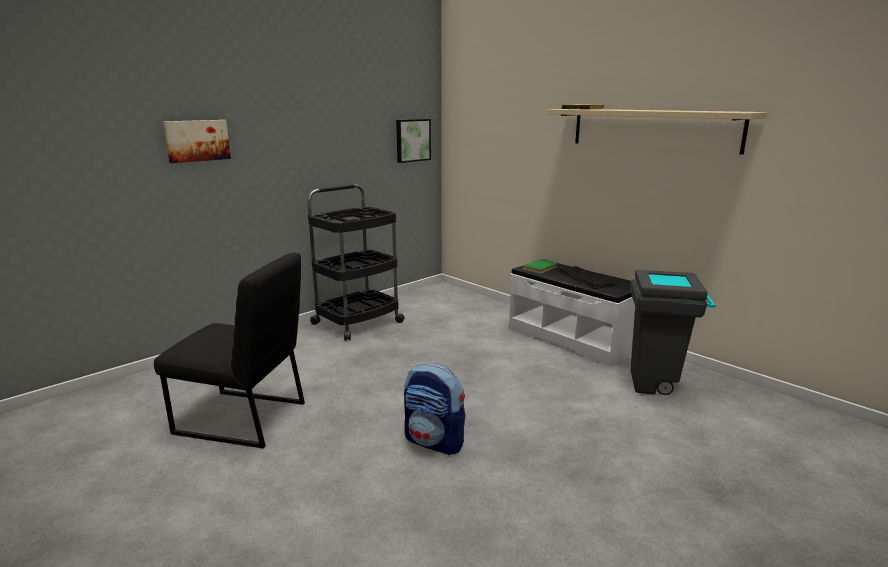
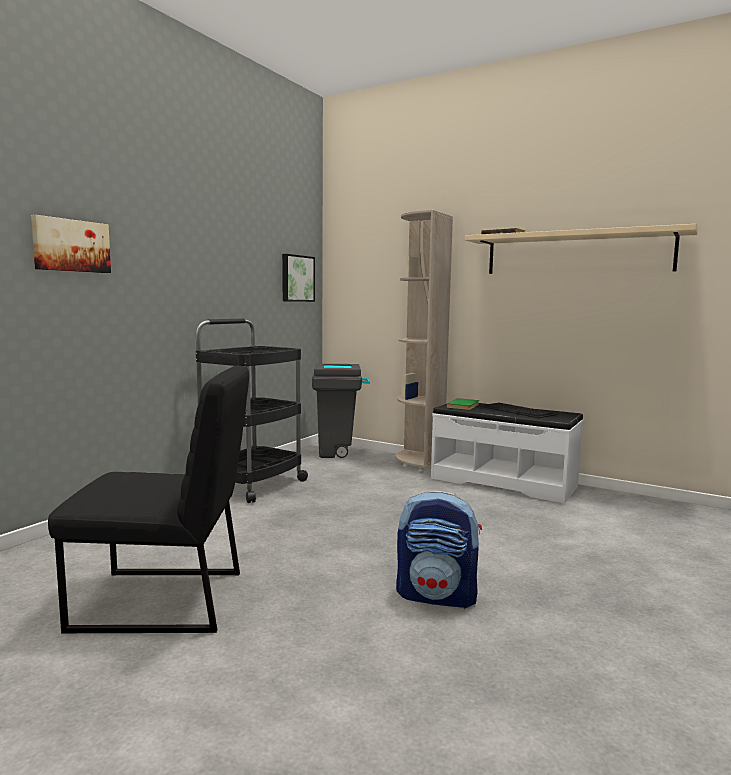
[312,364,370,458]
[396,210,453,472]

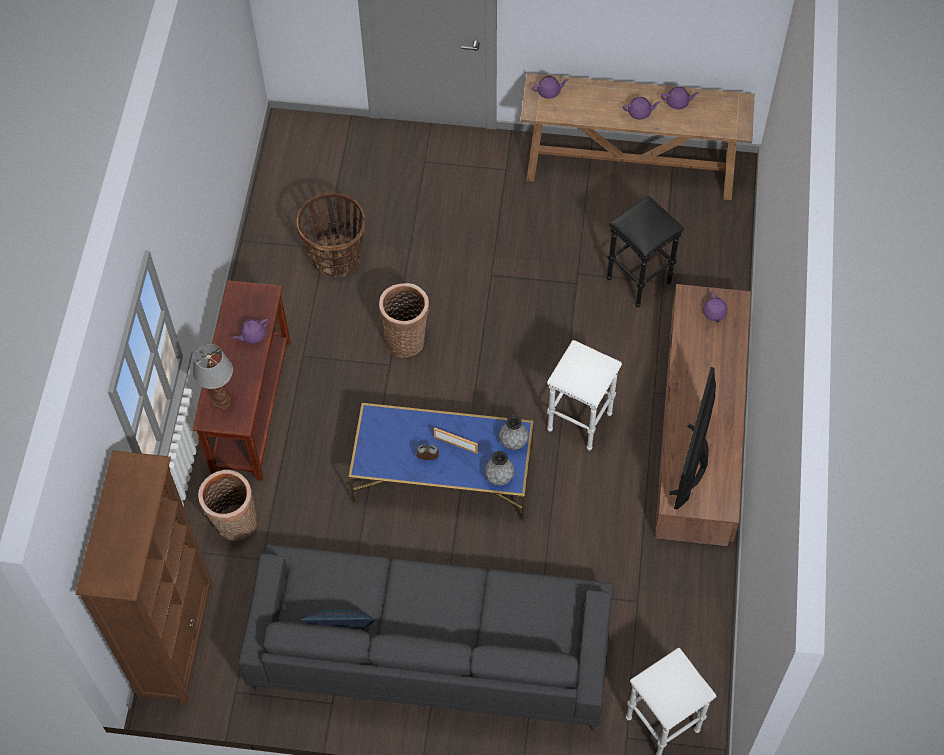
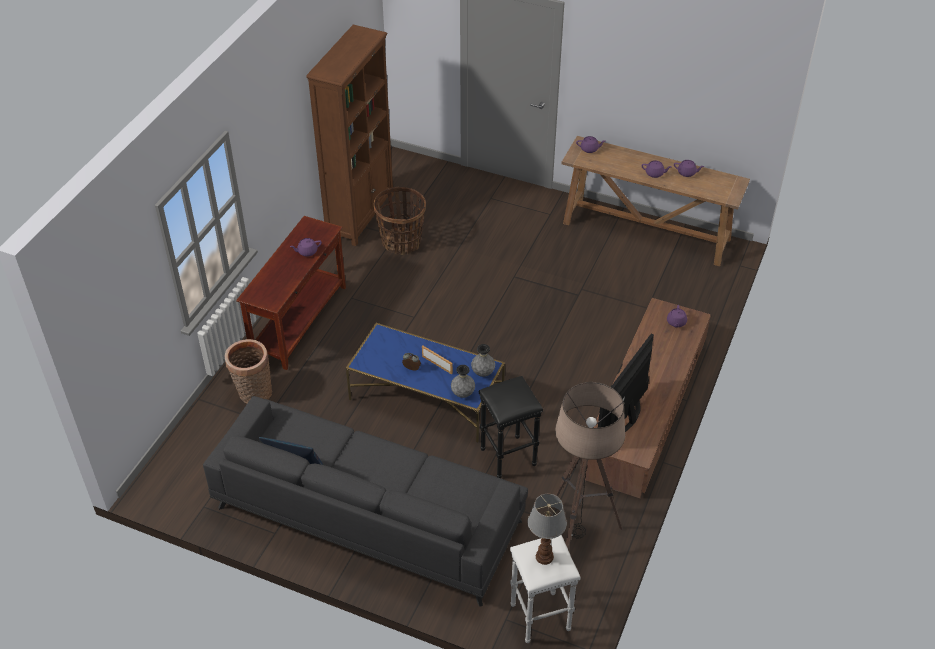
[306,25,394,246]
[528,494,567,565]
[379,283,429,358] (first image)
[547,340,622,451] (first image)
[479,376,543,478]
[555,382,625,550]

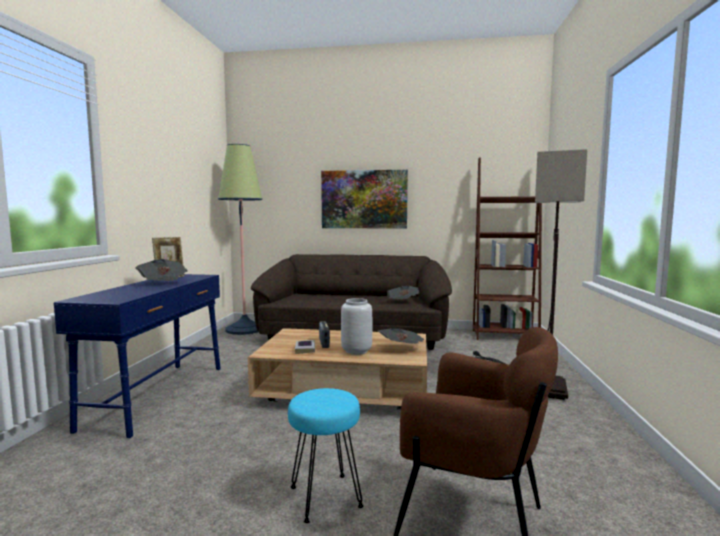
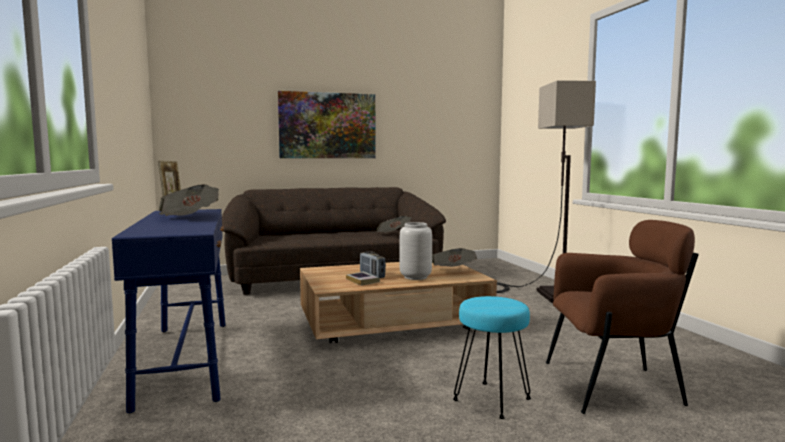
[218,144,262,335] (first image)
[473,158,542,340] (first image)

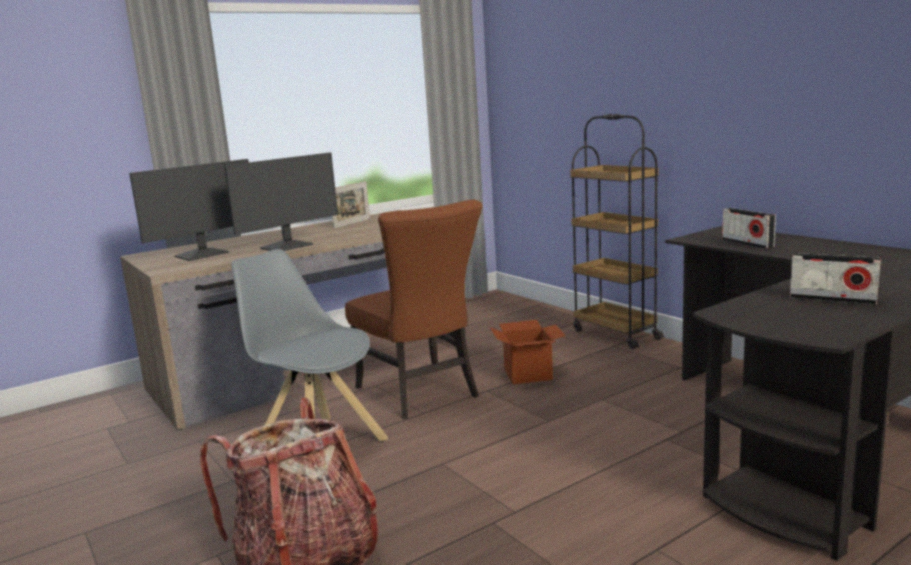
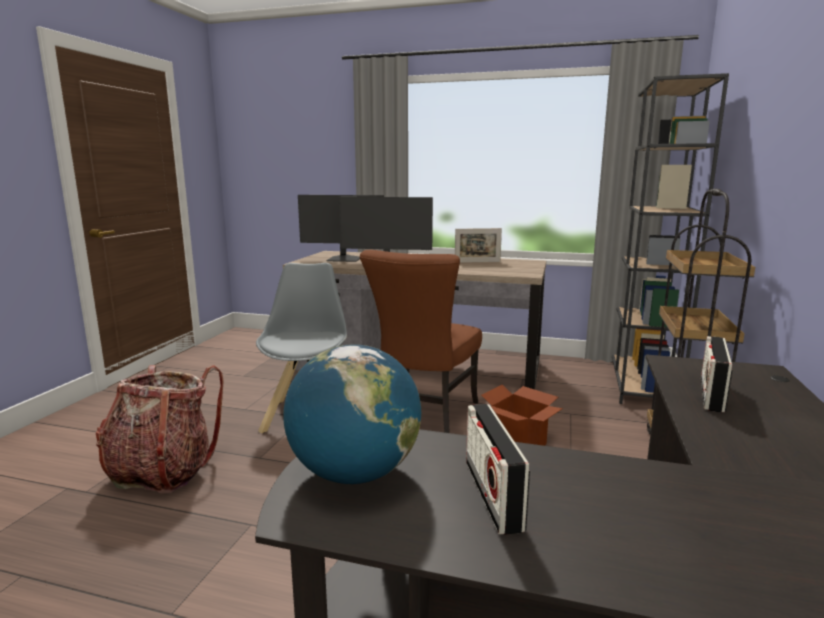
[283,344,421,484]
[612,73,729,404]

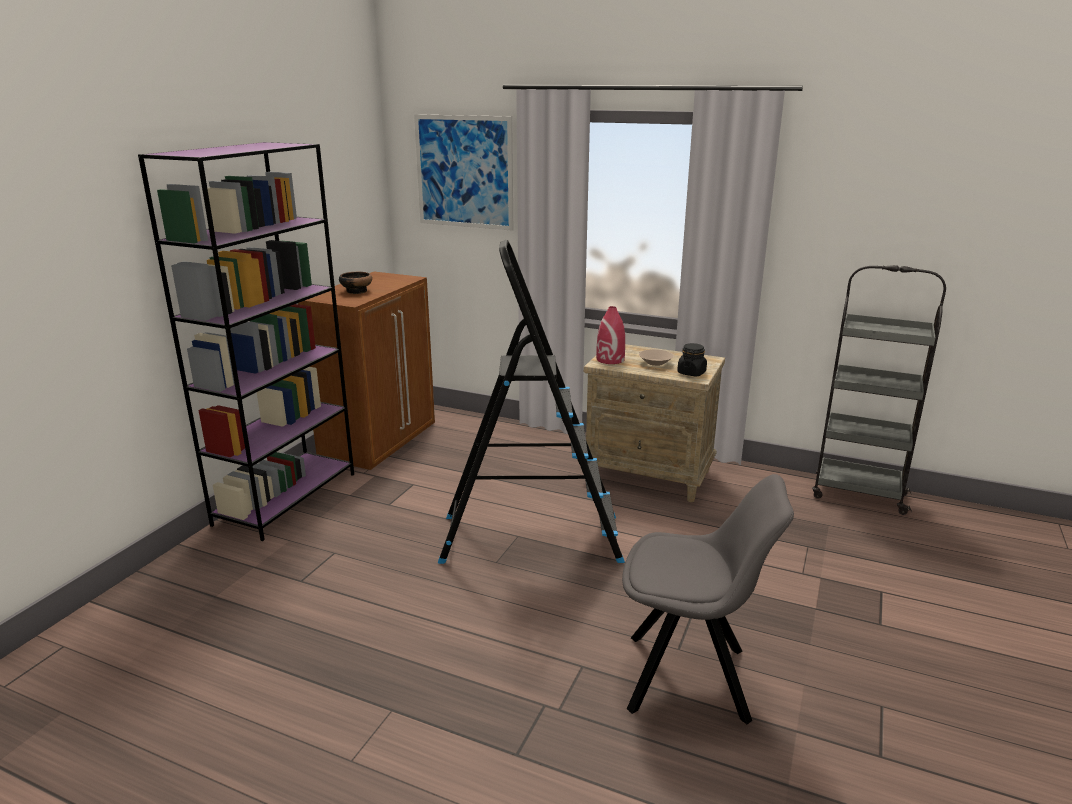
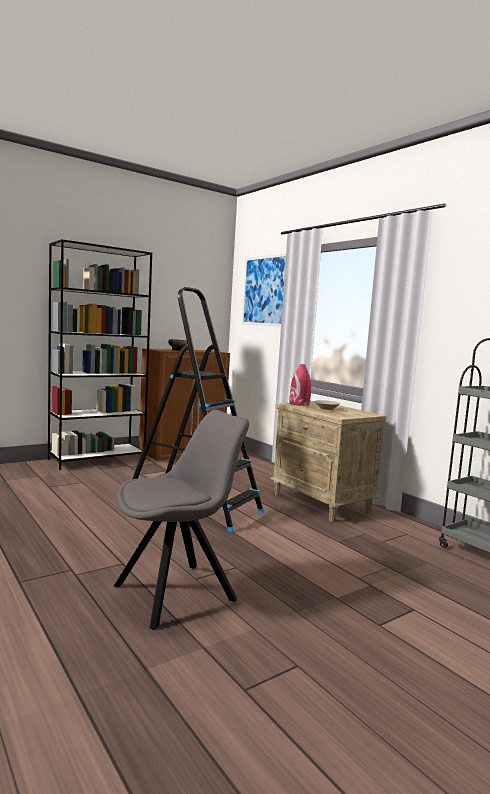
[48,239,152,470]
[114,410,249,630]
[677,343,707,376] (first image)

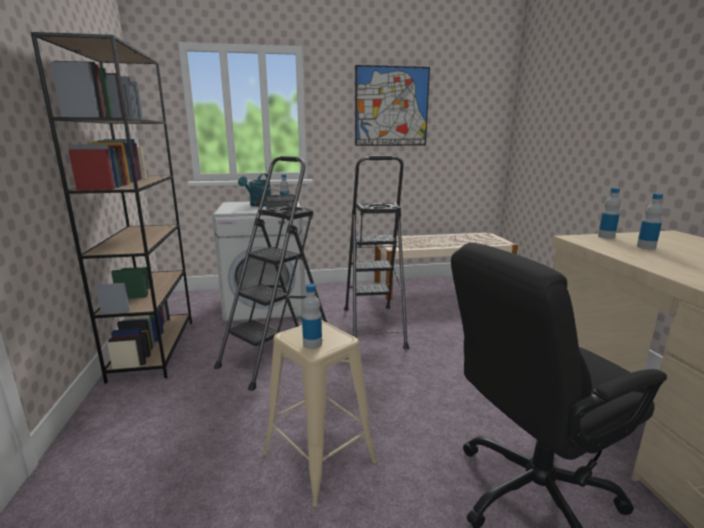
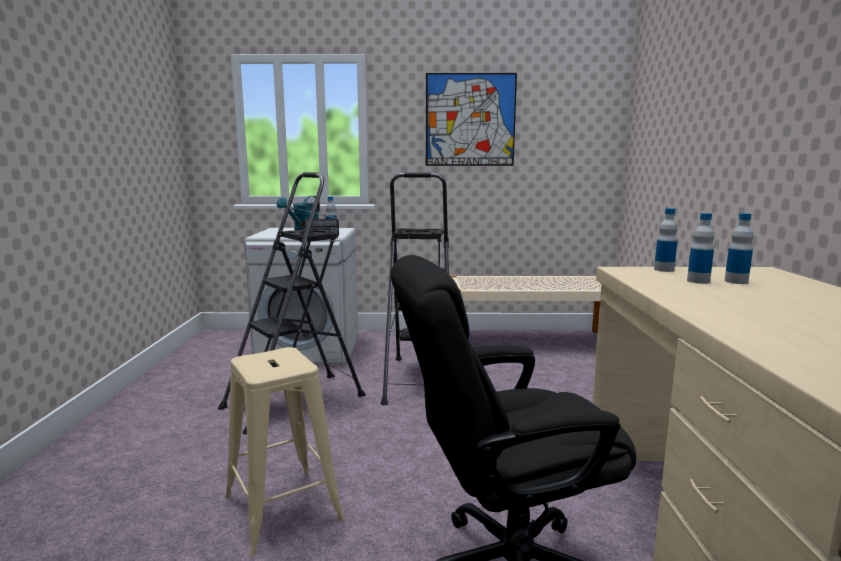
[31,32,192,384] (first image)
[725,213,754,284]

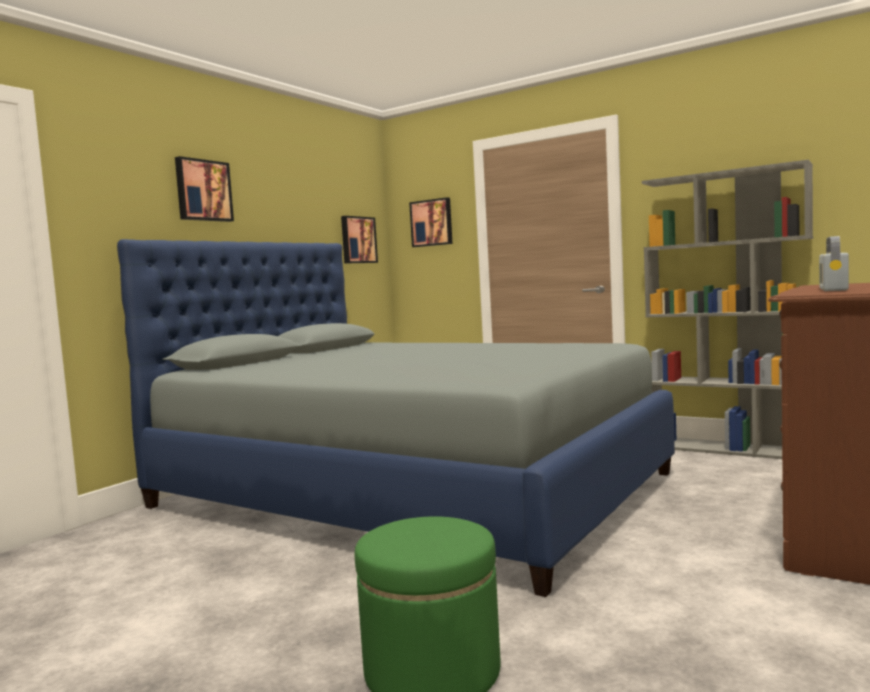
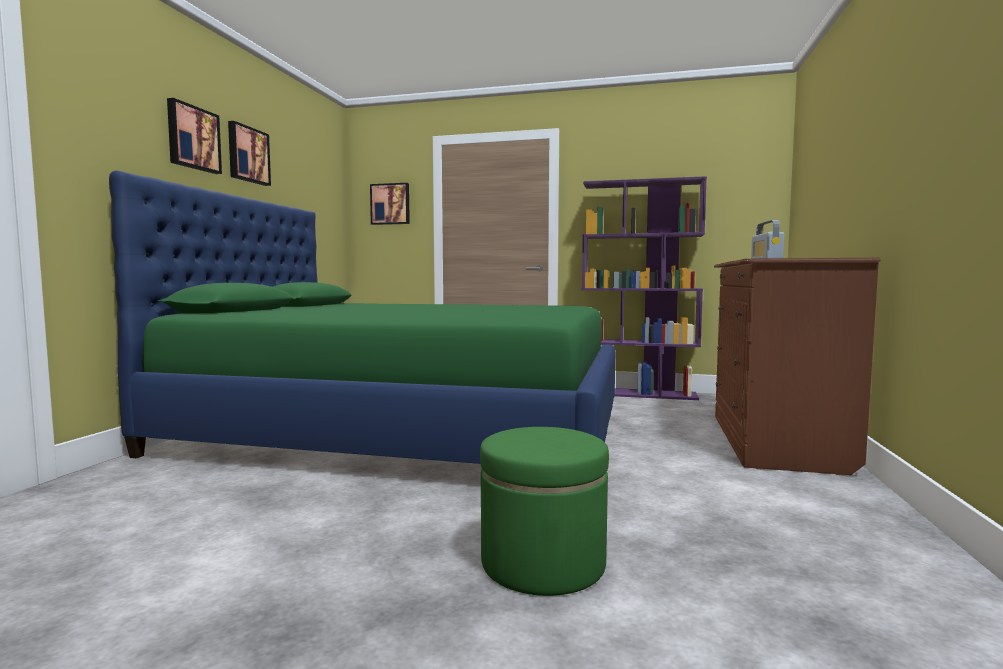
[109,170,615,464]
[228,121,271,186]
[582,176,707,400]

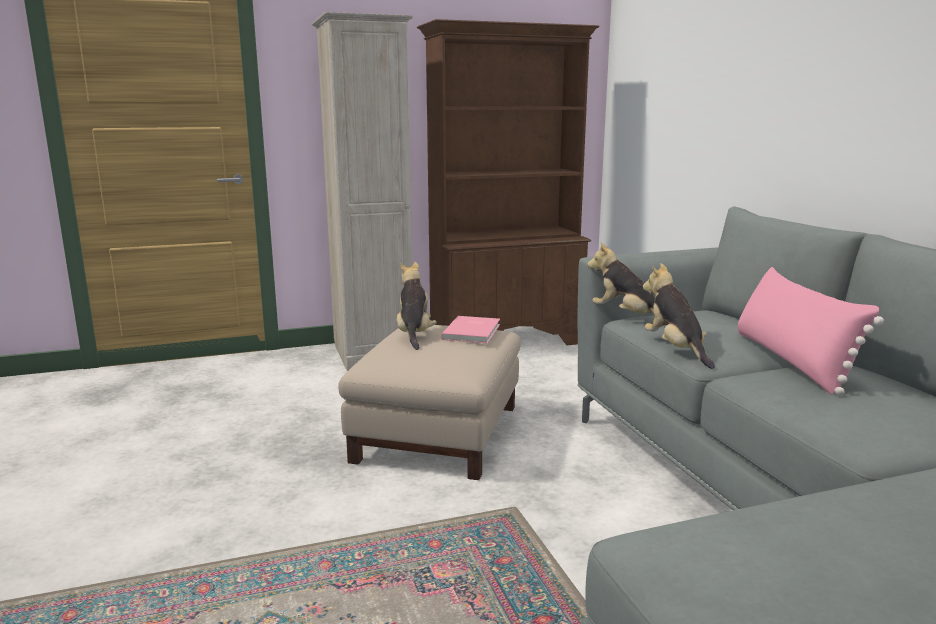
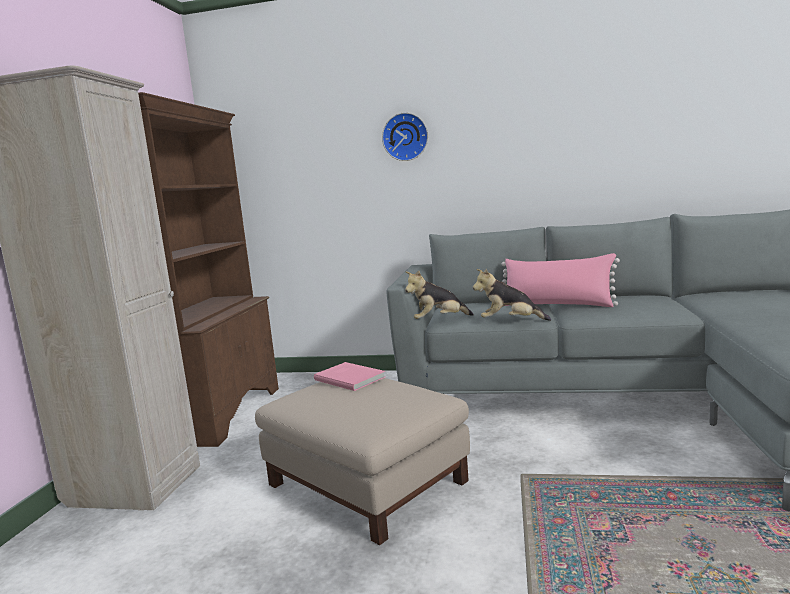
[396,262,437,350] (first image)
[382,113,428,161]

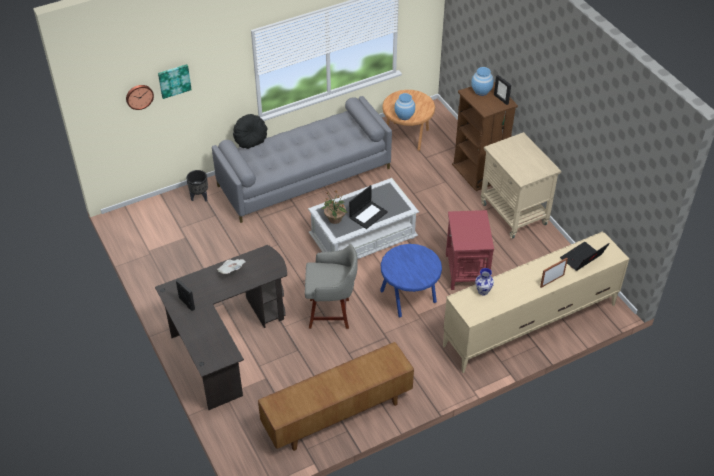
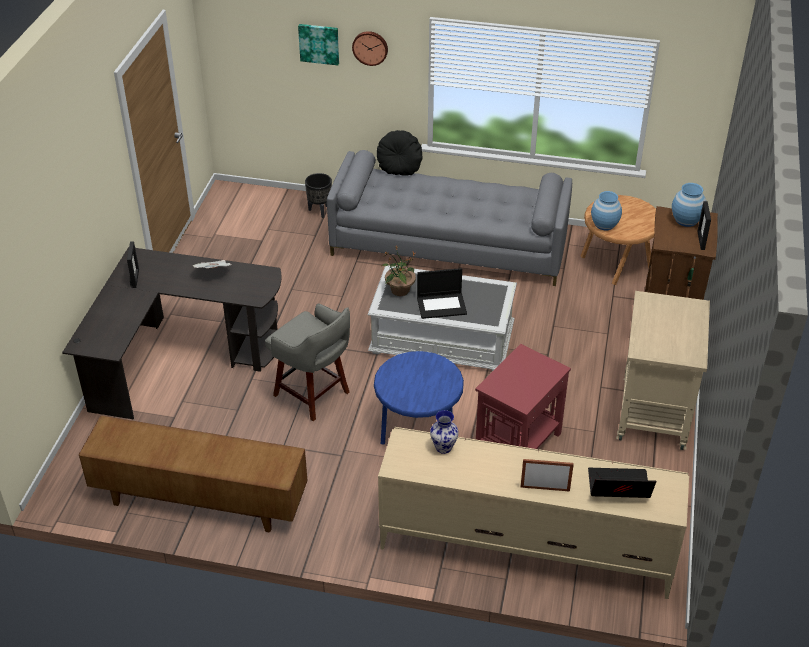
[352,31,388,66]

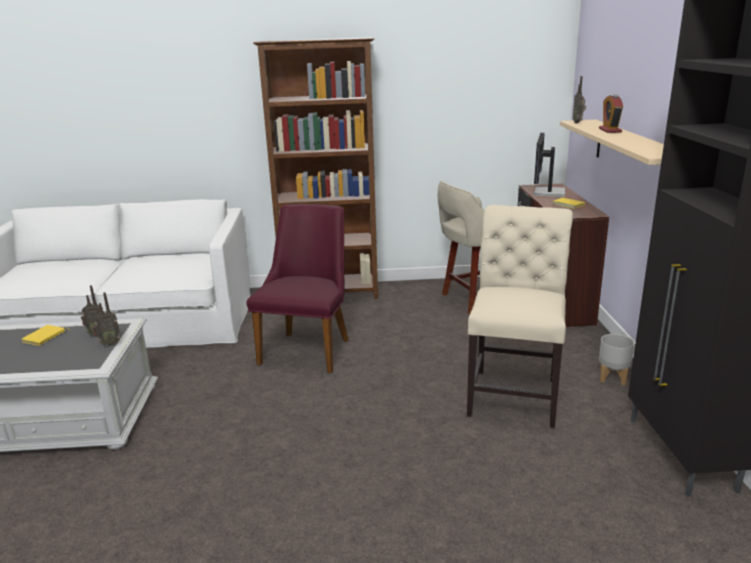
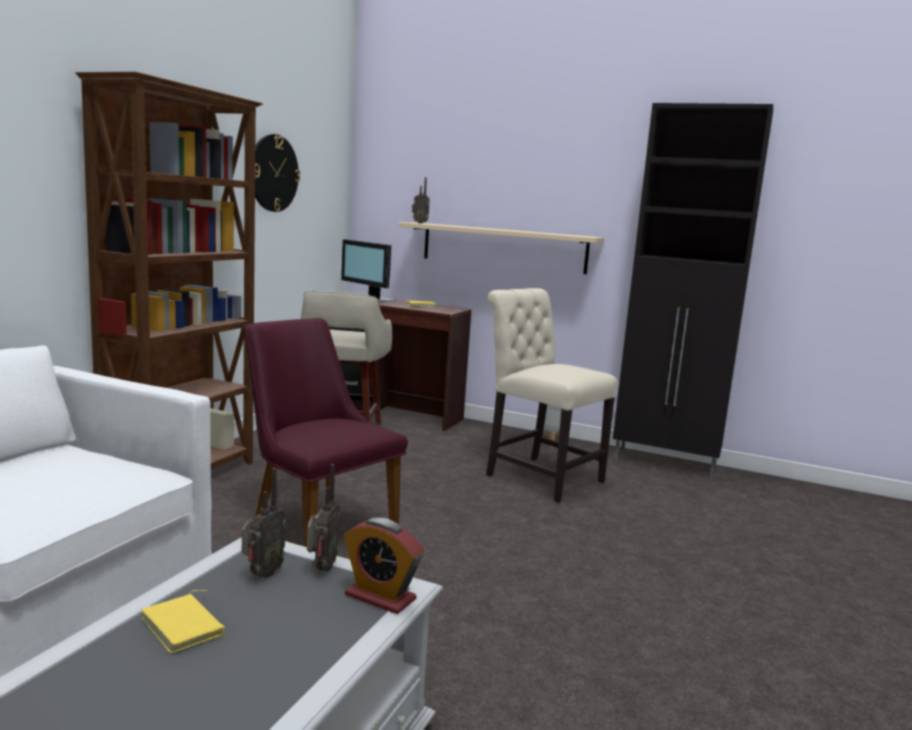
[344,517,424,614]
[255,134,300,212]

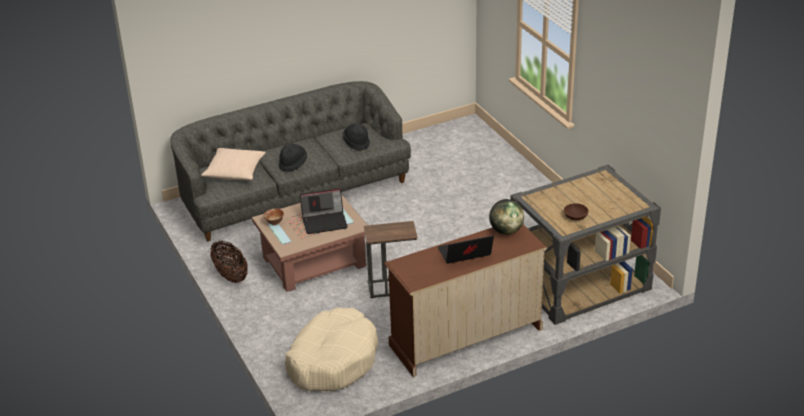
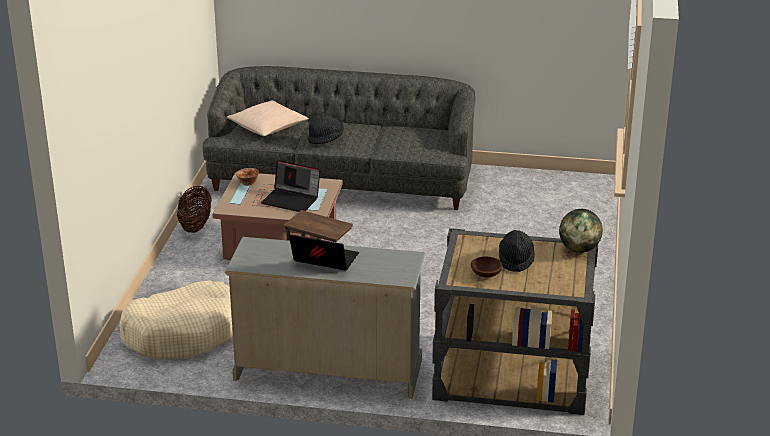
[499,230,534,272]
[225,237,425,399]
[559,209,603,253]

